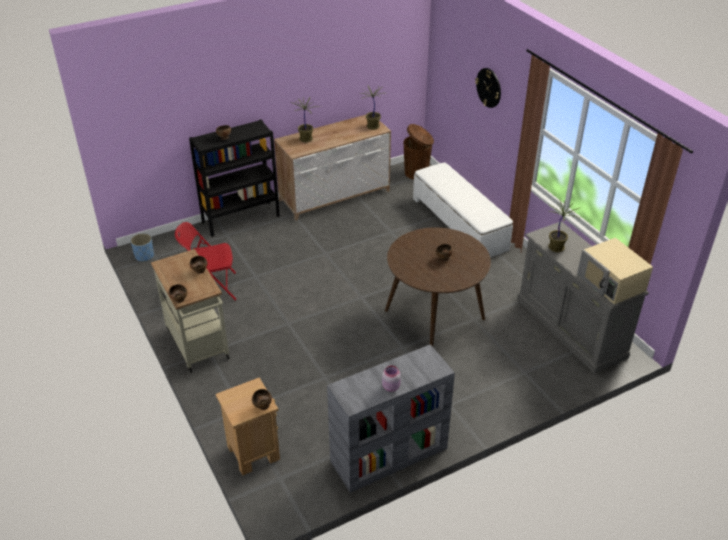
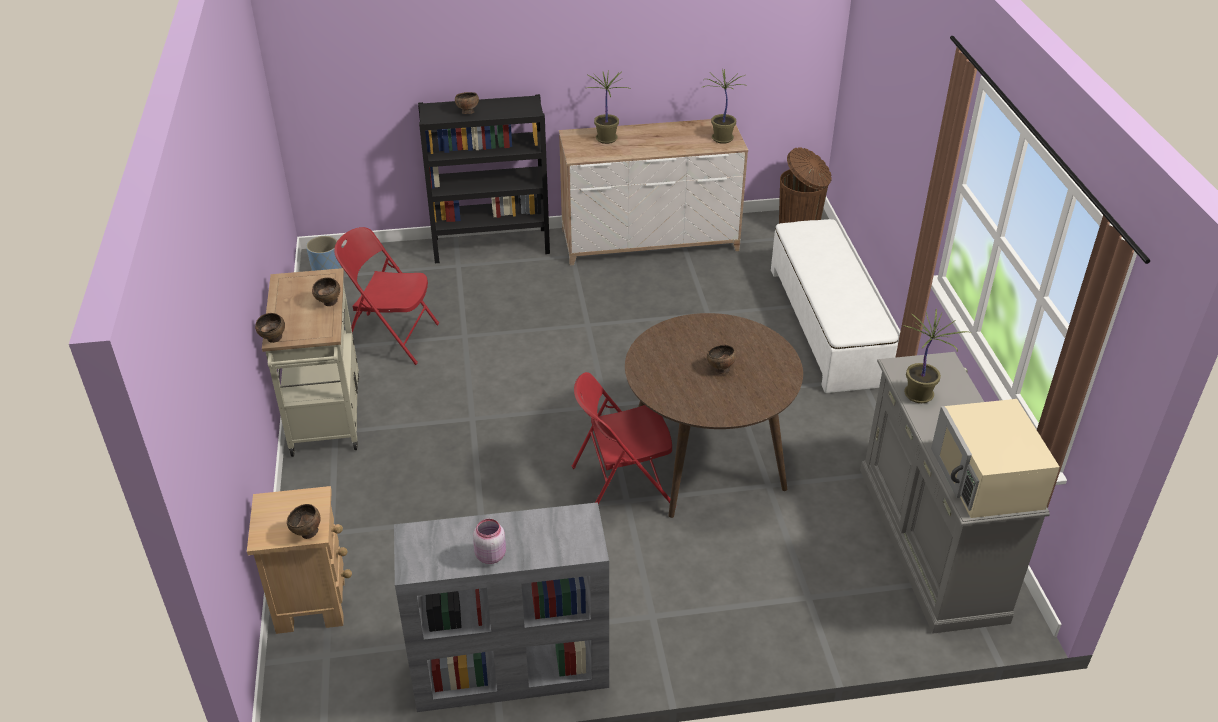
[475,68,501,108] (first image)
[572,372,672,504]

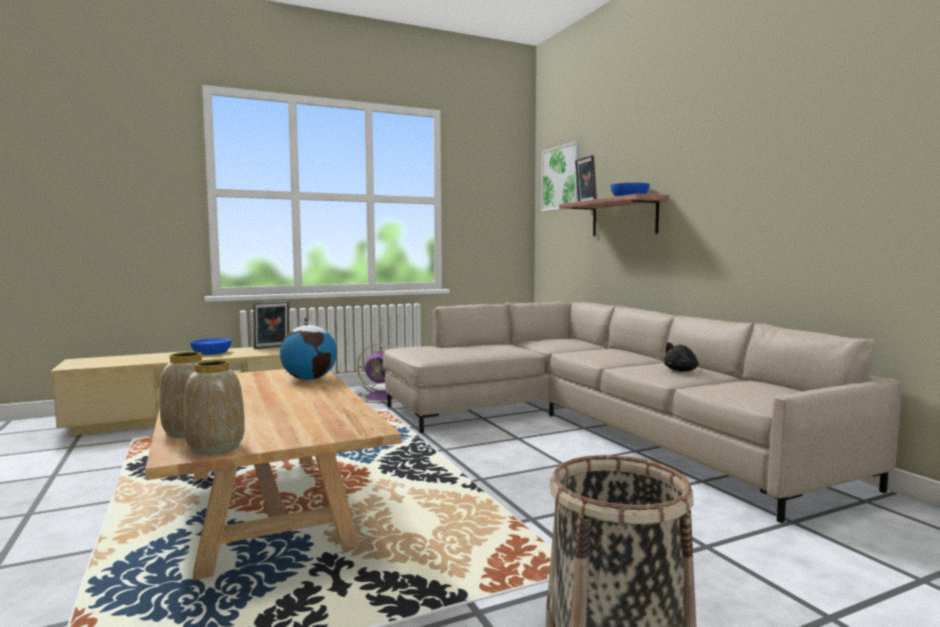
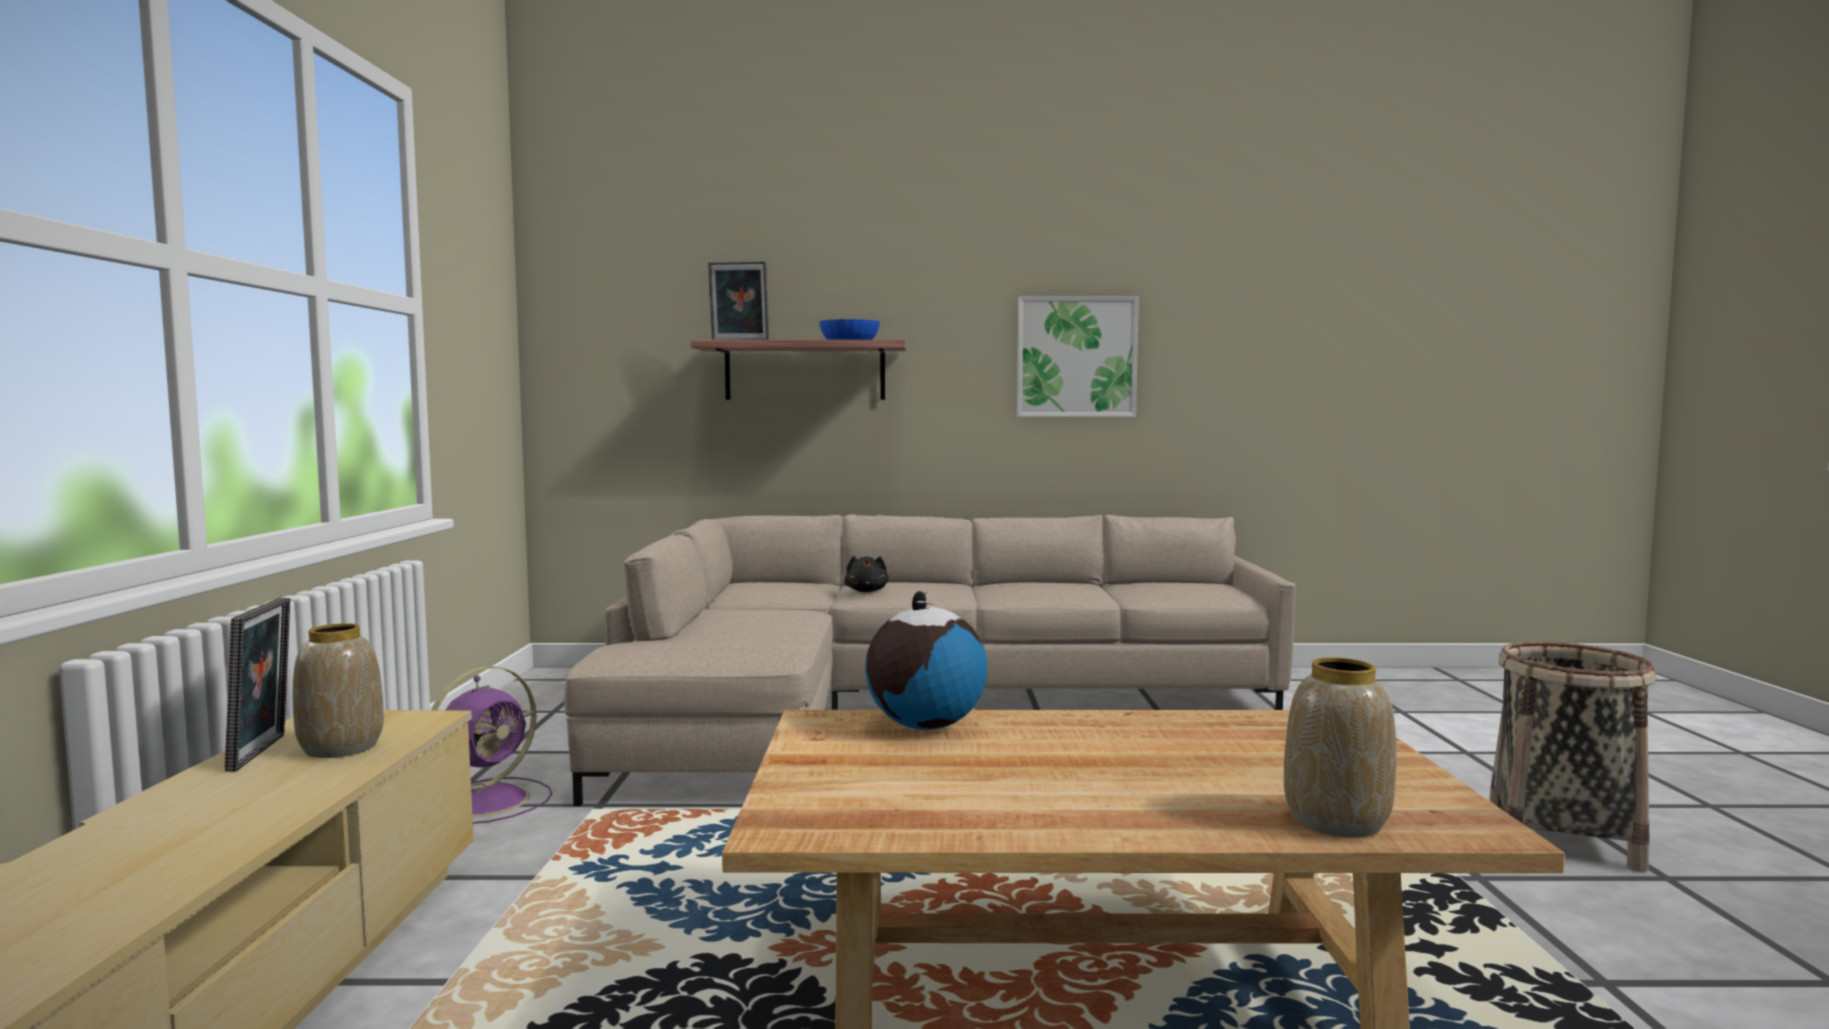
[293,623,384,758]
[190,338,232,355] (first image)
[1017,296,1139,417]
[845,556,889,592]

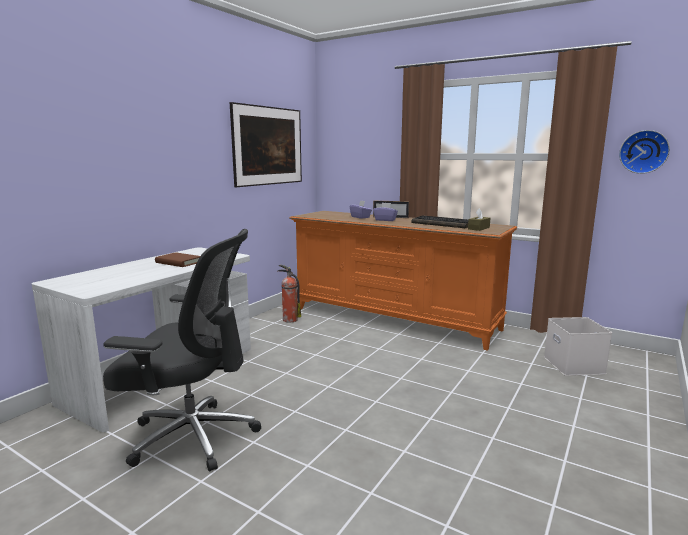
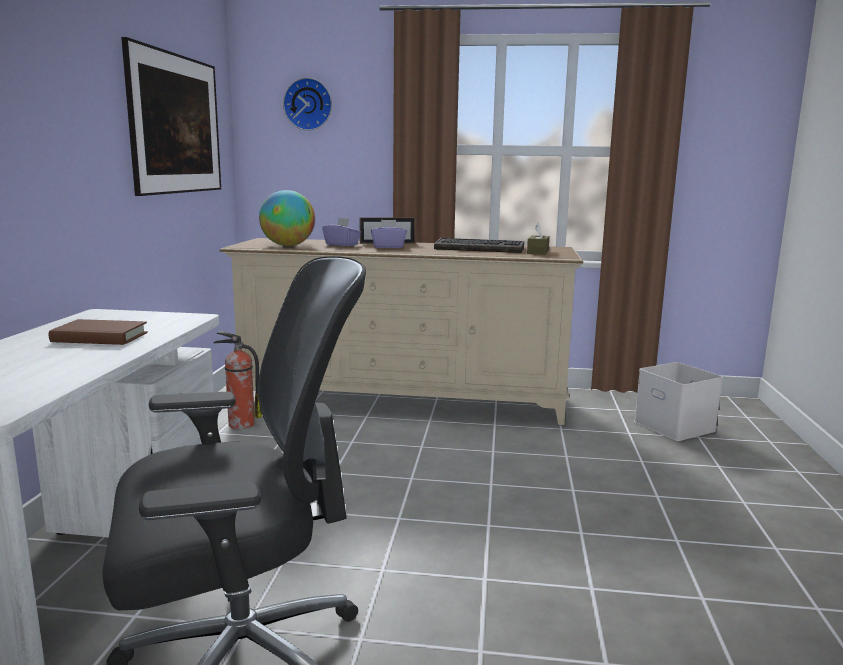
[219,238,584,425]
[283,77,332,131]
[259,190,315,246]

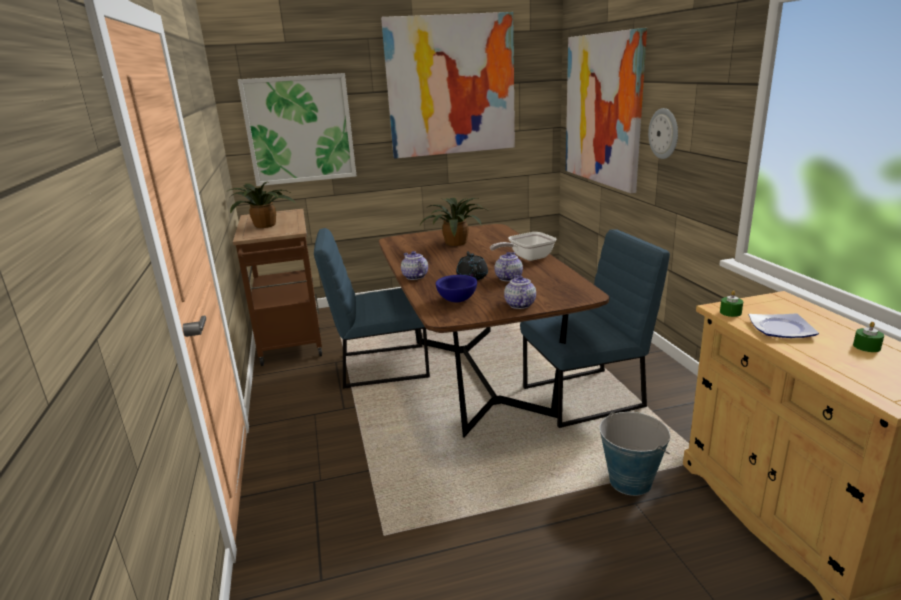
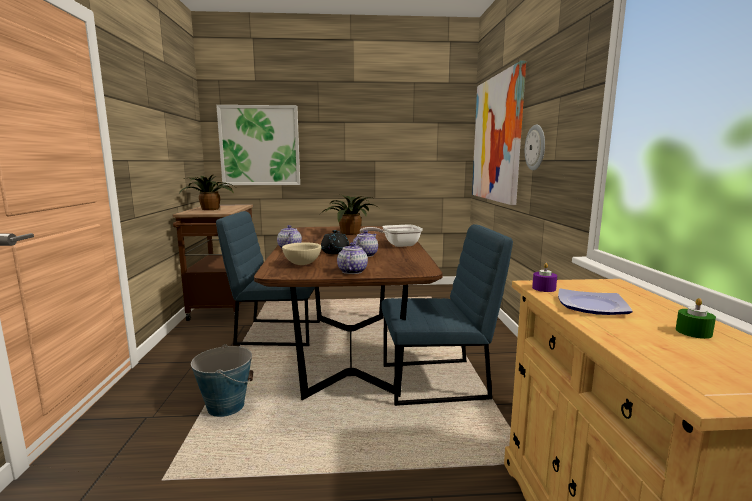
[381,12,515,159] (first image)
[282,243,321,265]
[191,344,253,417]
[532,263,557,292]

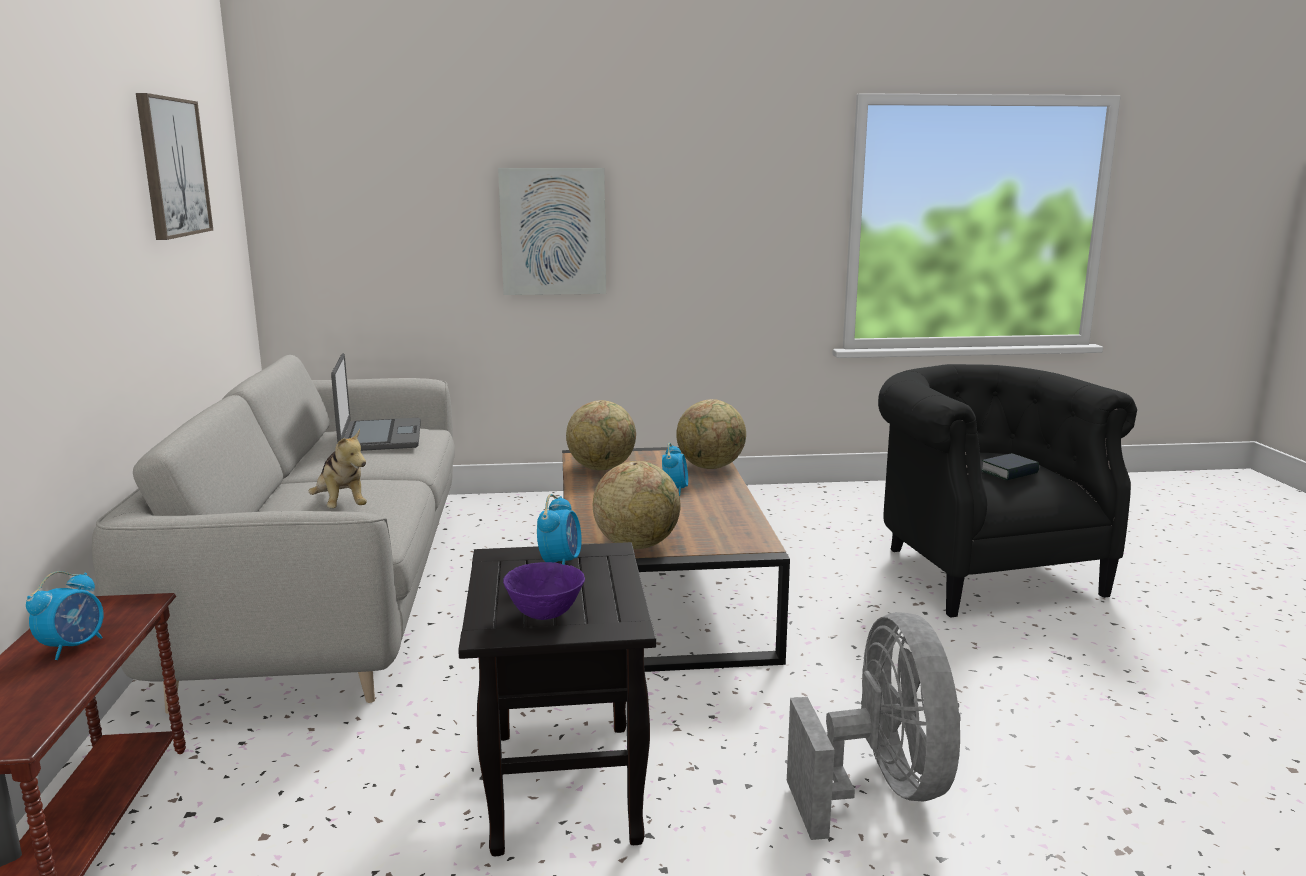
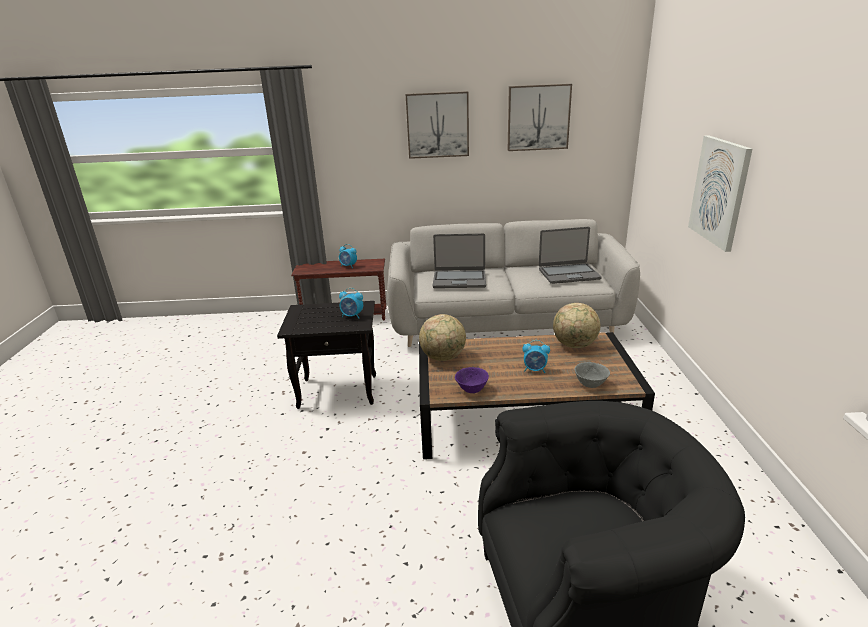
[433,233,486,288]
[455,367,489,393]
[575,362,610,388]
[787,612,961,840] (first image)
[981,453,1039,480] (first image)
[406,91,469,159]

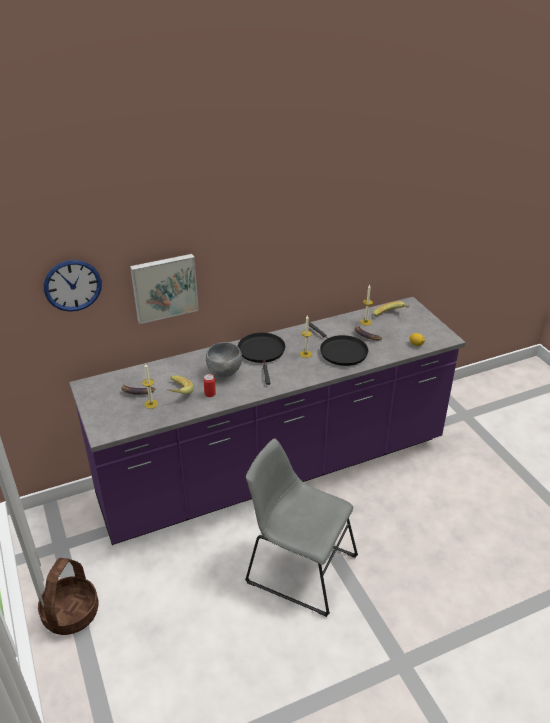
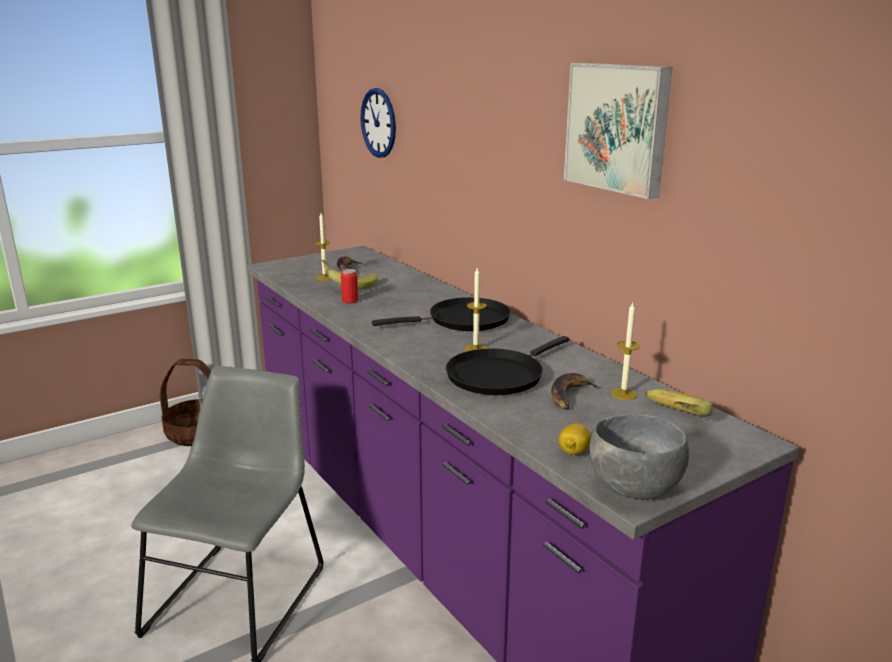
[564,63,672,199]
[590,414,689,500]

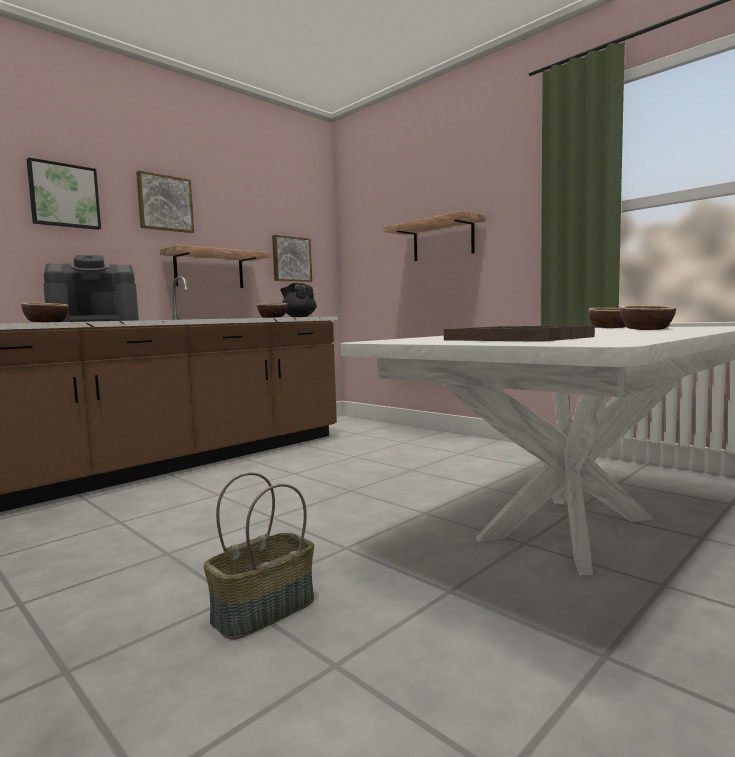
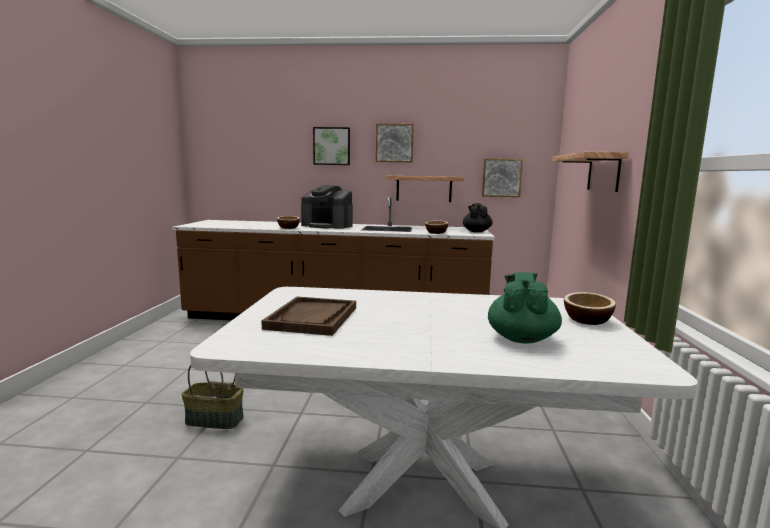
[488,272,562,343]

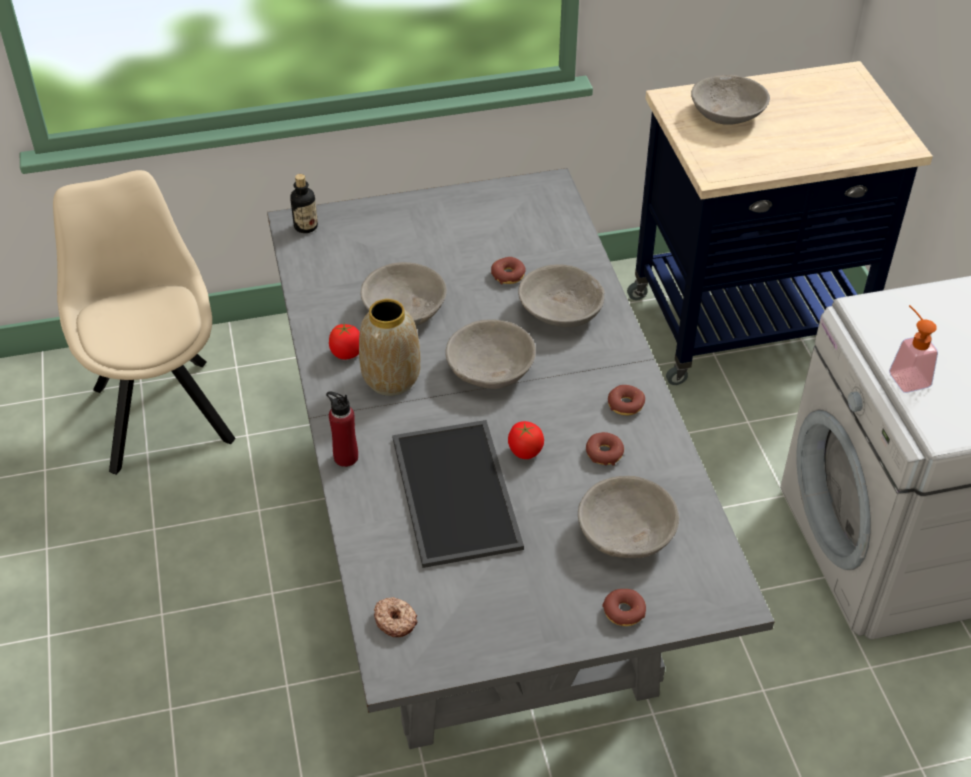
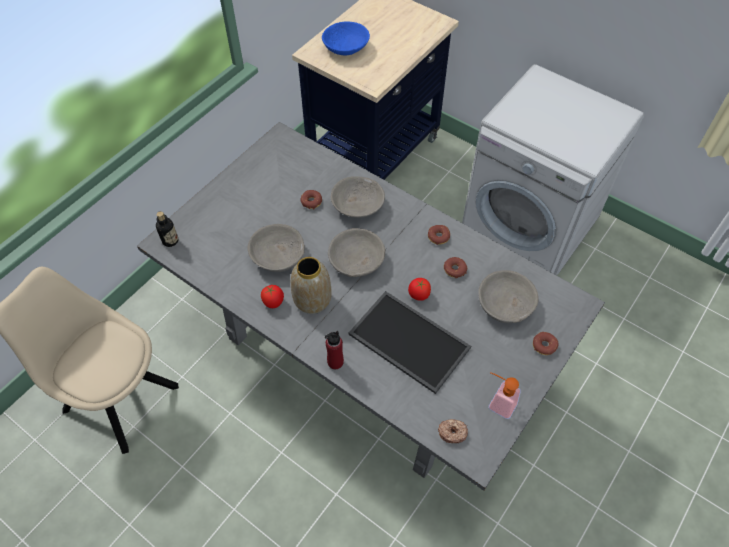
[322,21,370,55]
[489,372,521,419]

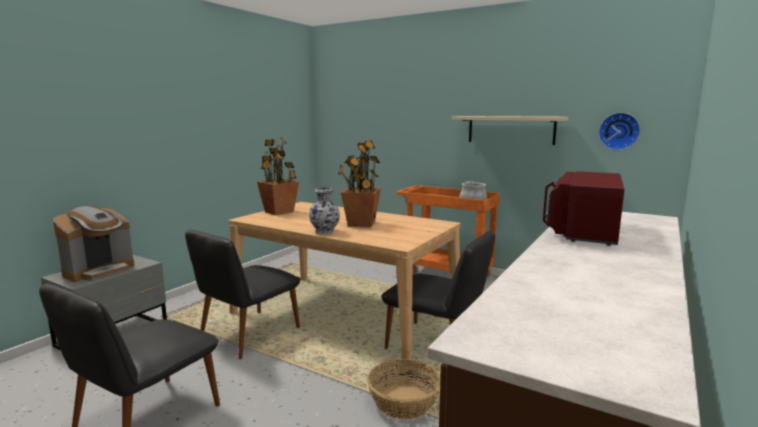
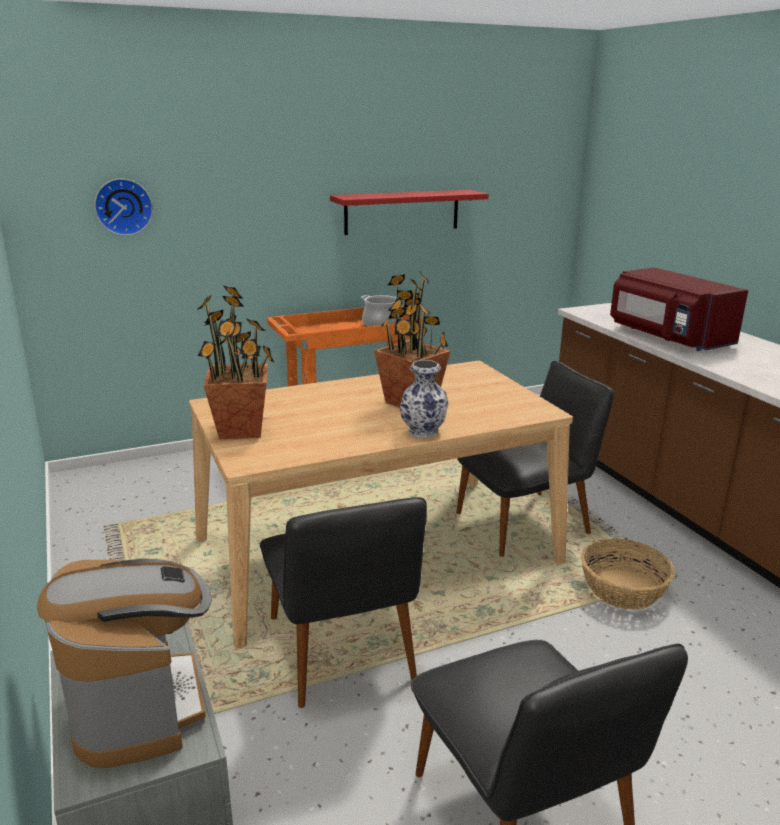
[330,190,489,235]
[94,178,153,236]

